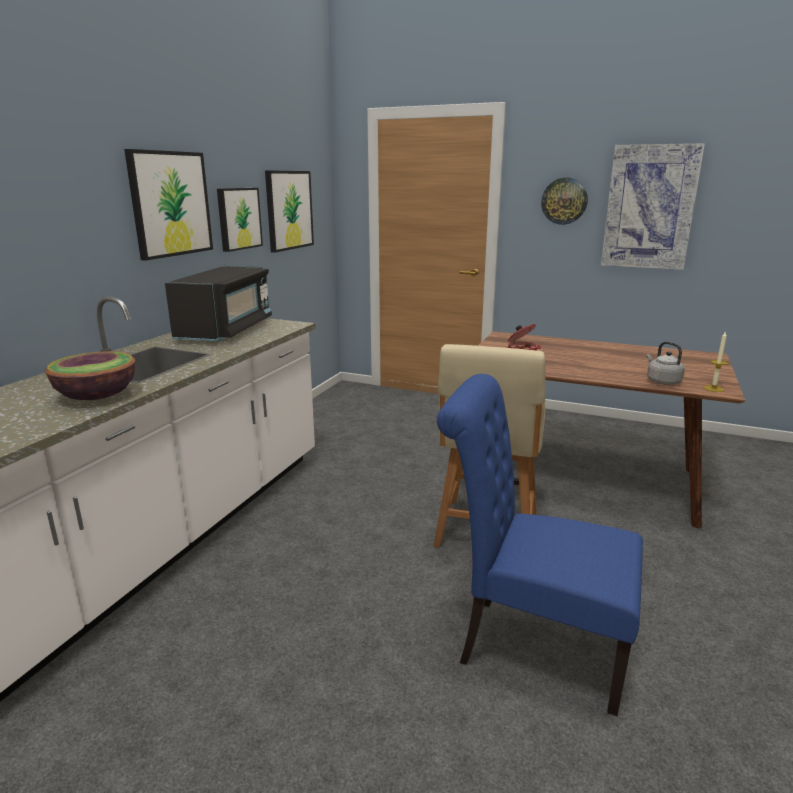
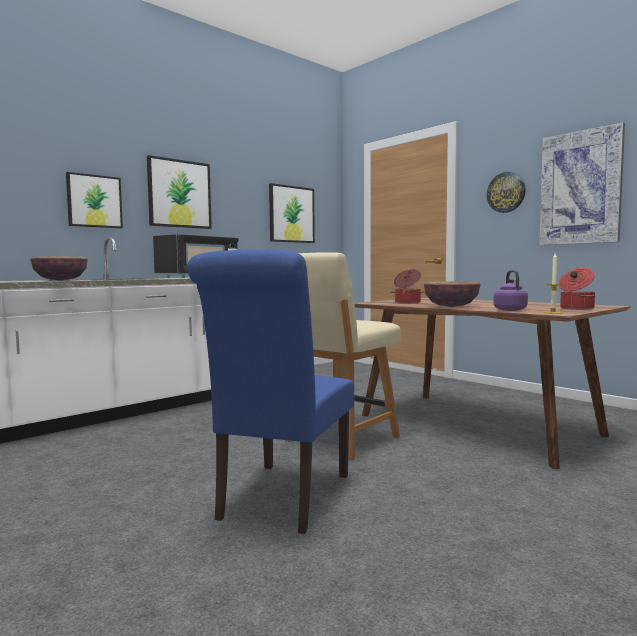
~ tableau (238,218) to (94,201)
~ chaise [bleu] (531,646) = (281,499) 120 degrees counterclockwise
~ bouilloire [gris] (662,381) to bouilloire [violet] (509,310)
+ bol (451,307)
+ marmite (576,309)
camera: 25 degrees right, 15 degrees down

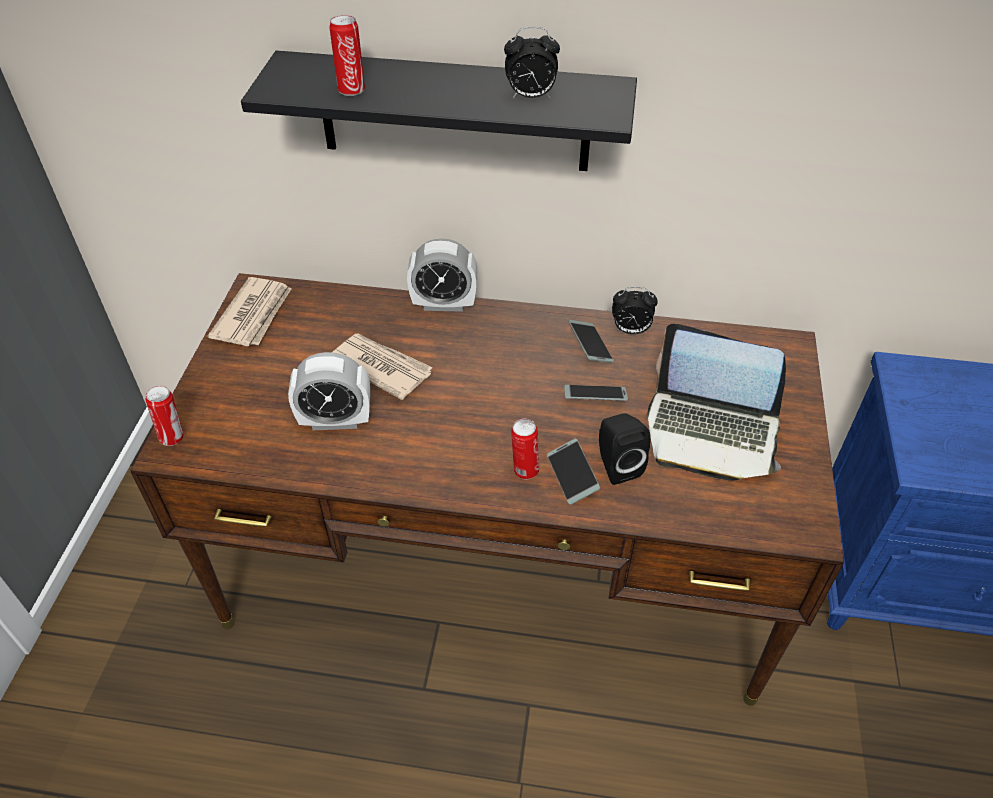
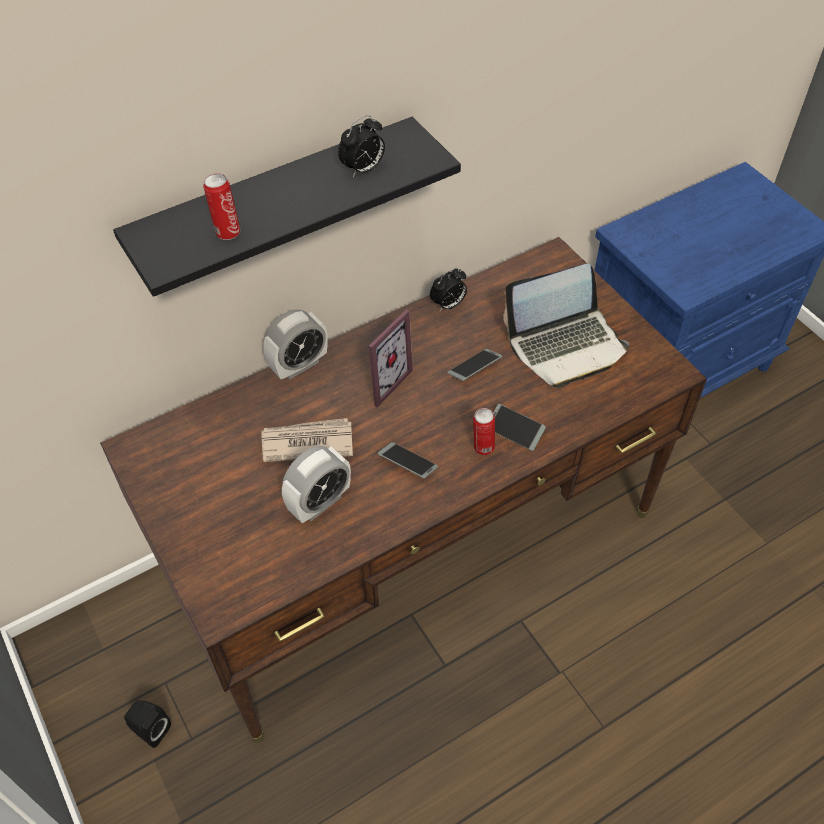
- boîte métallique (173,437)
- journal (254,315)
~ téléphone (590,346) to (407,463)
~ enceinte [noir] (616,465) to (150,730)
+ cadre photo (381,381)
camera: 40 degrees left, 5 degrees up

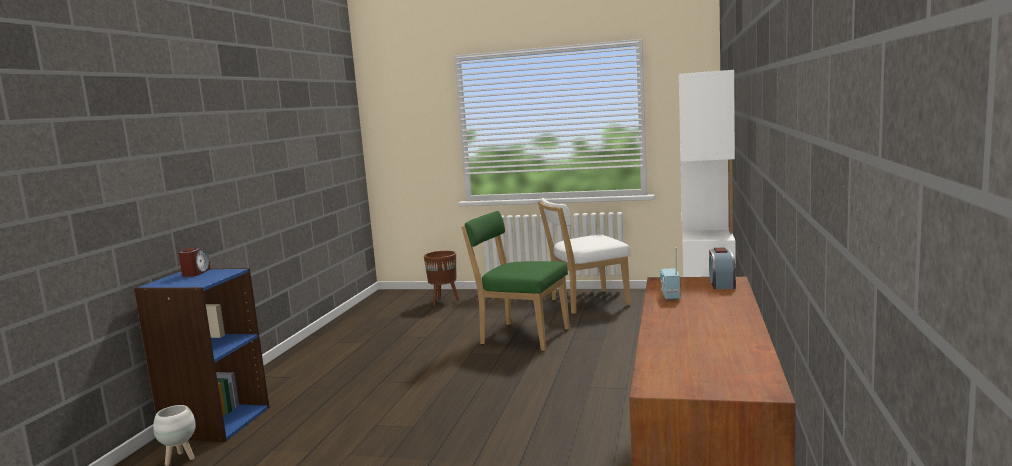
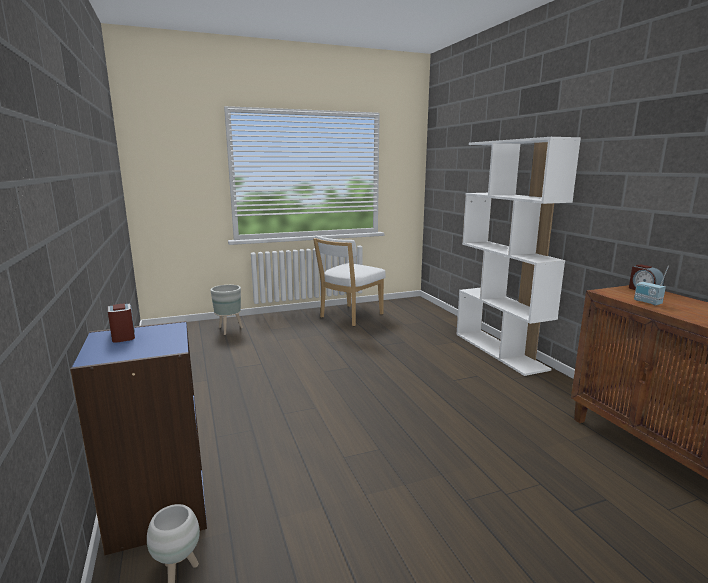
~ cache-pot [marron] (444,301) to cache-pot [gris] (229,329)
- chaise [vert] (521,336)
camera: 35 degrees left, 5 degrees up

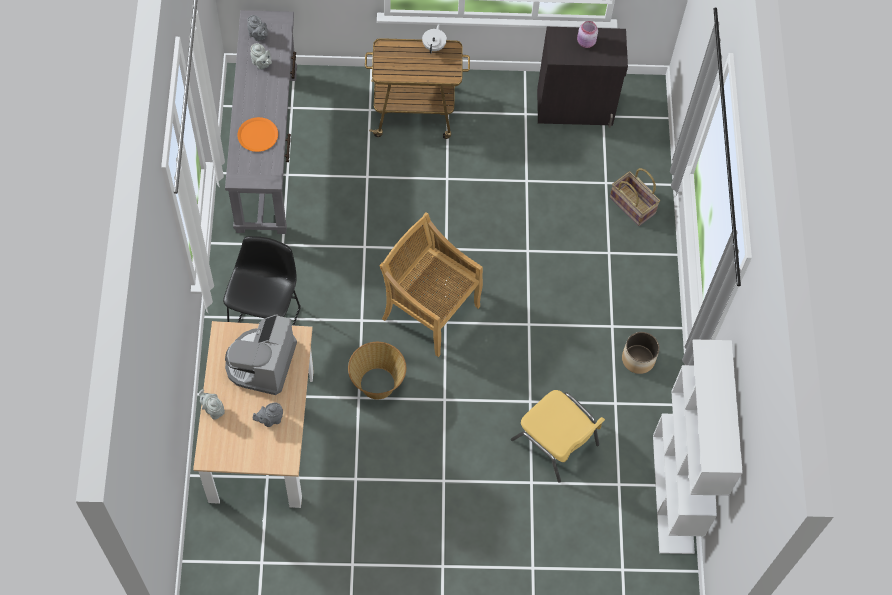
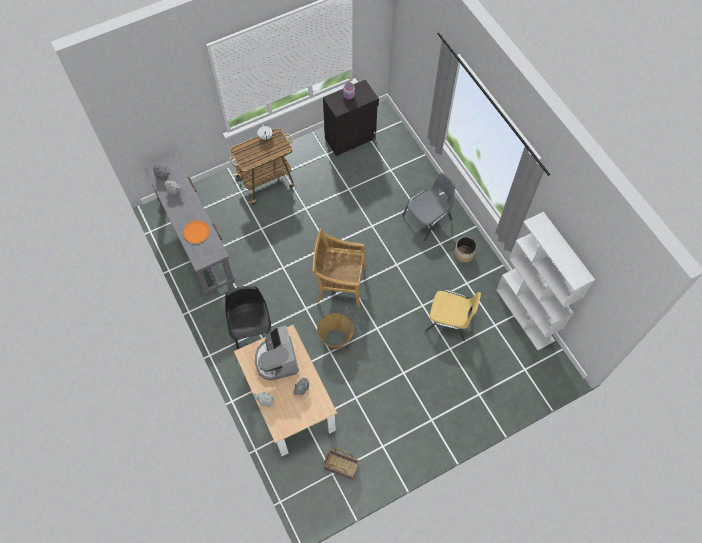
~ panier (633,205) to (341,466)
+ chaise [gris] (428,218)
camera: 25 degrees left, 0 degrees up

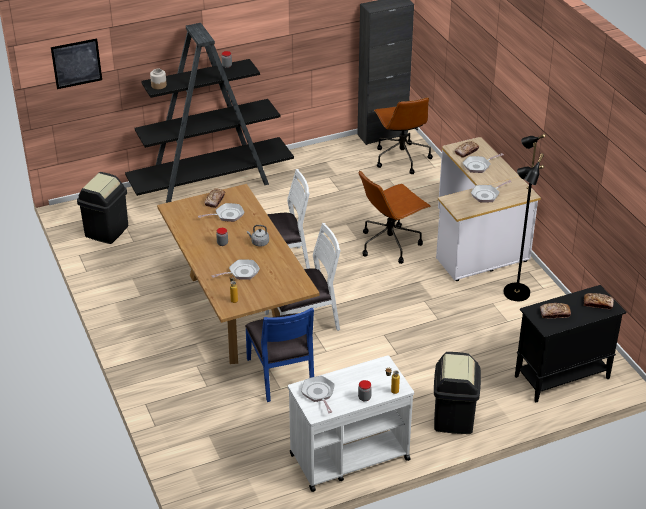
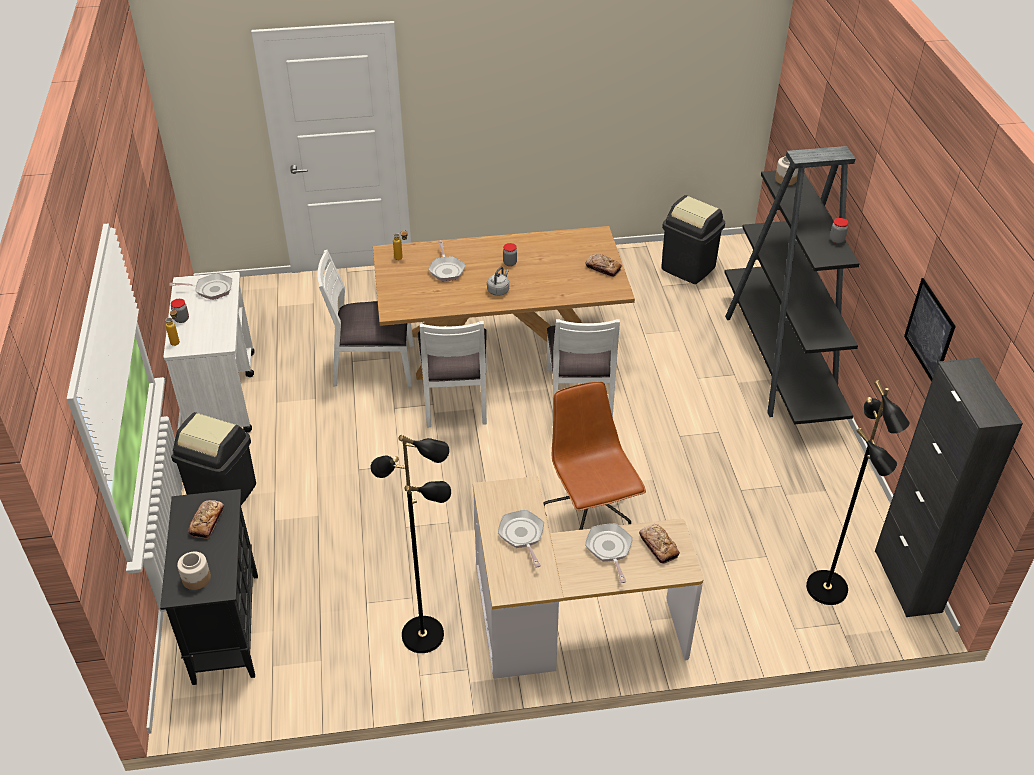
~ tableau (76,63) to (929,331)
- poêle (227,215)
~ chaise [bleu] (282,375) to chaise [blanc] (373,366)
~ chaise de bureau [marron] (401,158) to lampadaire [noir] (828,588)
~ pain (598,303) to bocal (196,579)
camera: 105 degrees right, 5 degrees up

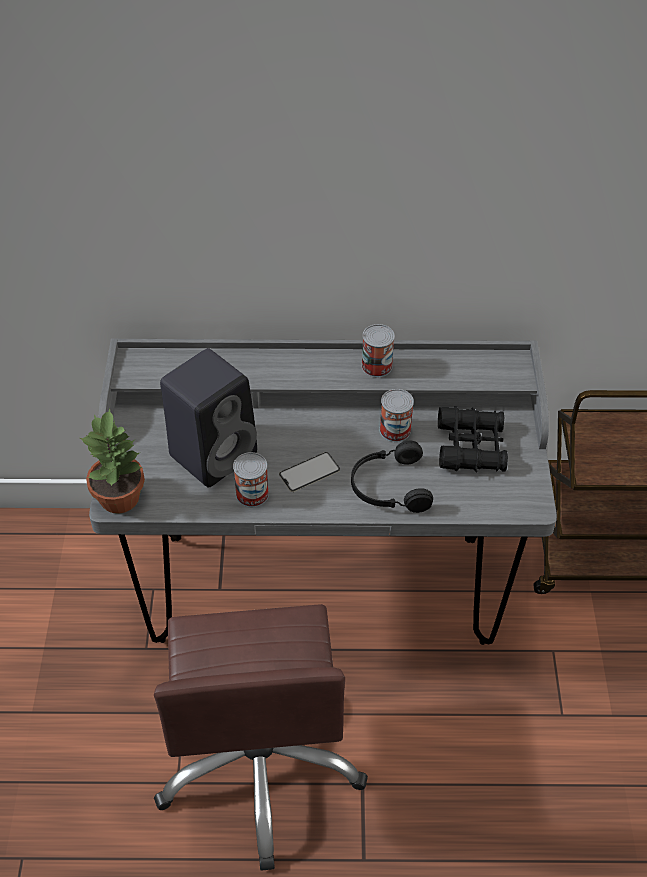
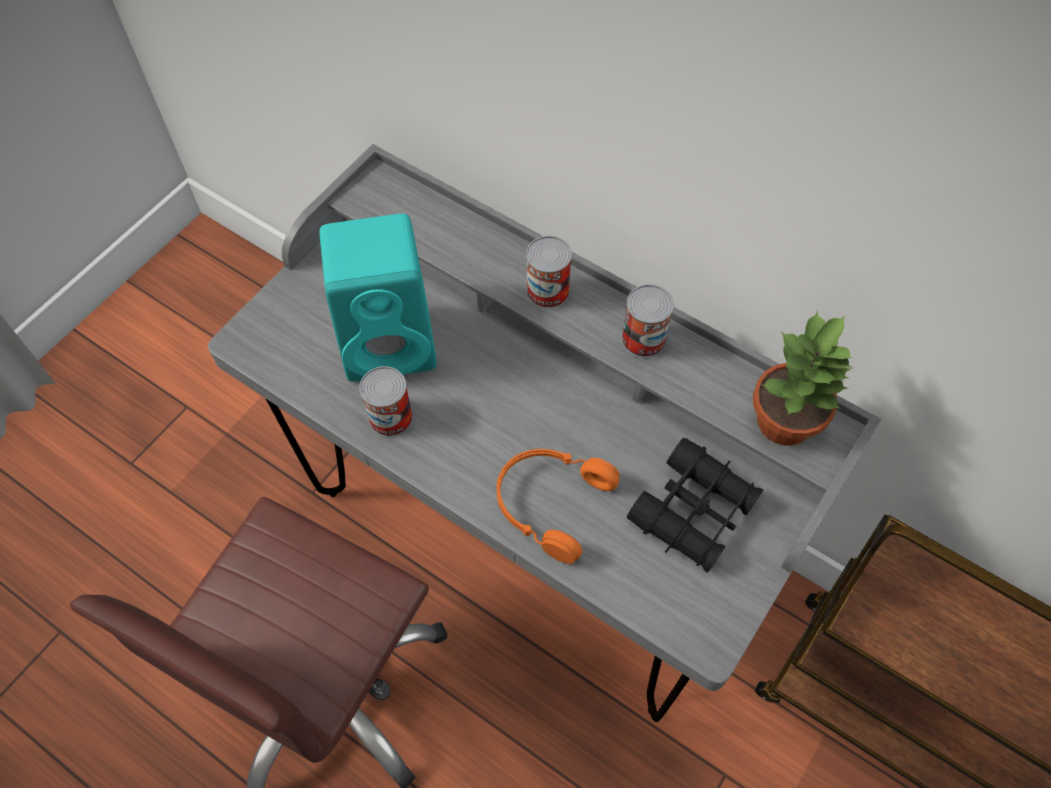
~ plante en pot (121,497) to (786,421)
~ enceinte [noir] (215,452) to enceinte [turquoise] (392,342)
- téléphone (309,472)
~ casque audio [noir] (389,487) to casque audio [orange] (550,503)
~ boîte métallique (395,430) to (547,290)
camera: 35 degrees right, 10 degrees up

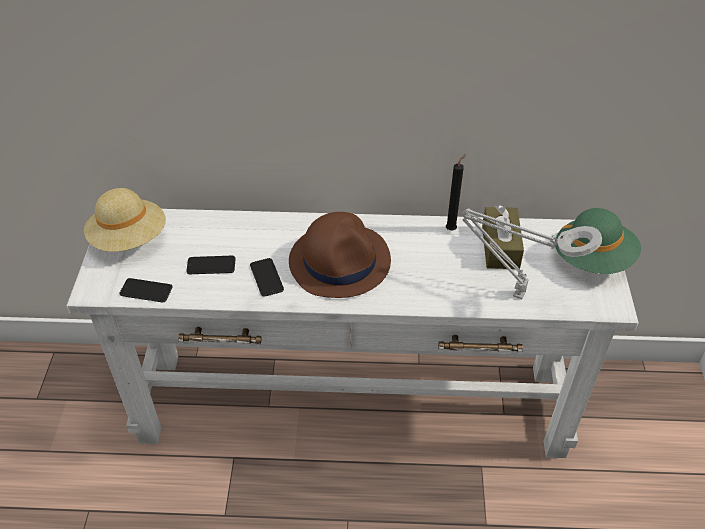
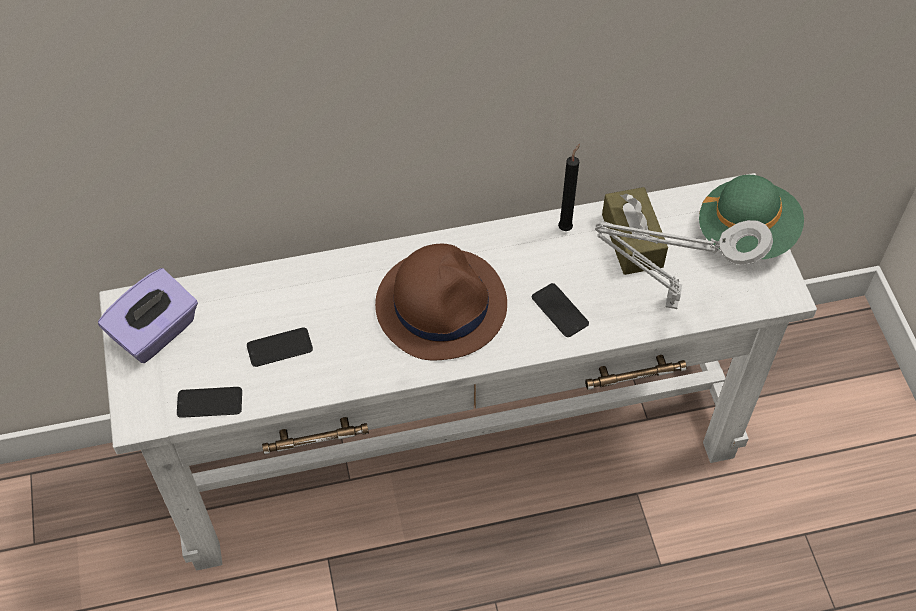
~ chapeau [beige] (129,239) to boîte à mouchoirs [violet] (156,332)
~ téléphone (266,278) to (559,311)
camera: 15 degrees left, 10 degrees up

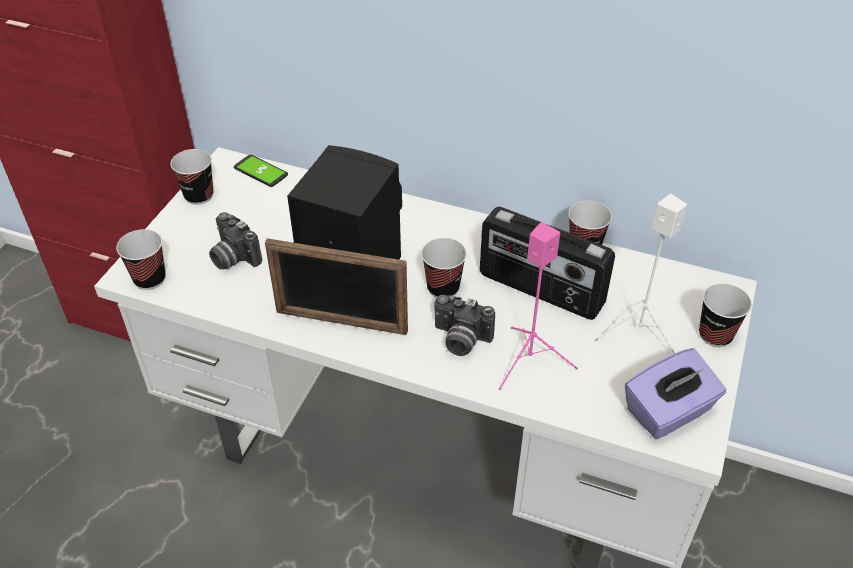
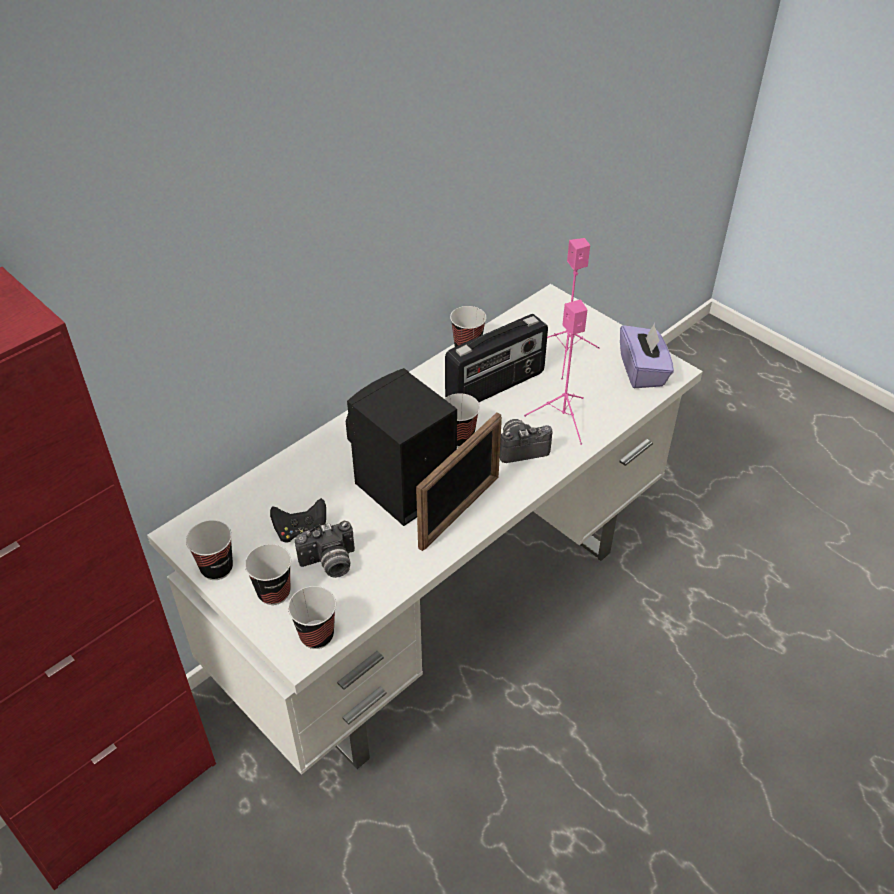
- téléphone (260,172)
~ appareil photo (460,340) = (521,448) 150 degrees counterclockwise
~ enceinte [blanc] (637,333) to enceinte [rose] (566,356)
~ tasse (715,335) to (274,592)
+ manette [noir] (301,531)
camera: 65 degrees left, 0 degrees up

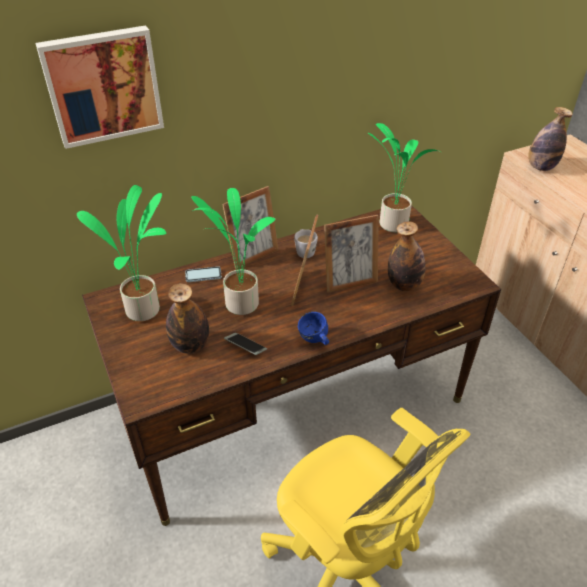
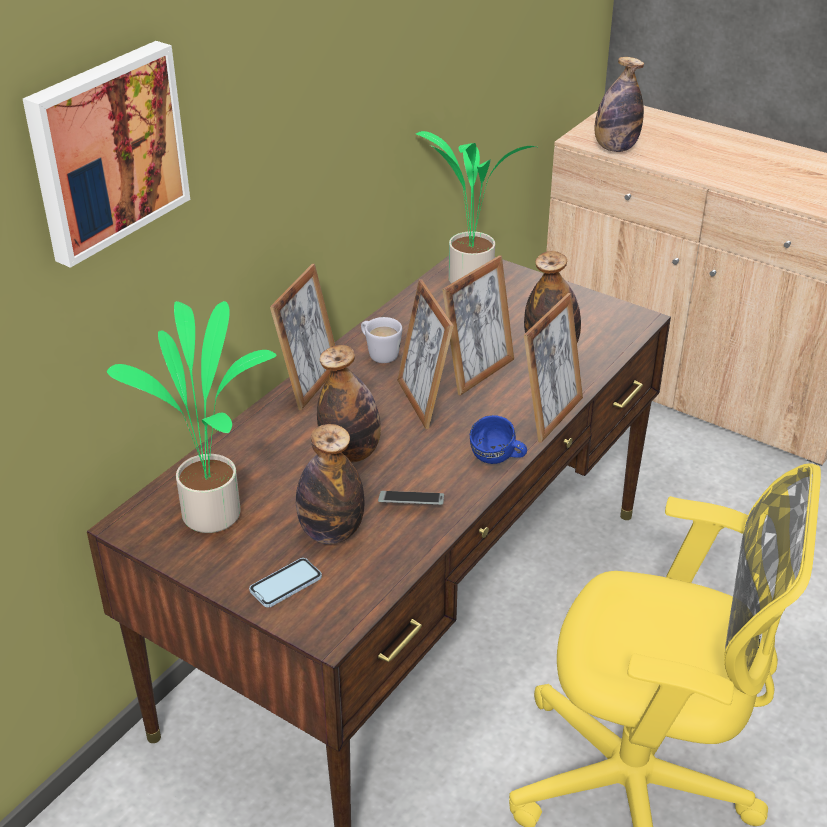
~ téléphone (203,275) to (286,584)
~ plante en pot (240,303) to bouteille (350,452)
+ cadre photo (550,415)
camera: 30 degrees left, 5 degrees down

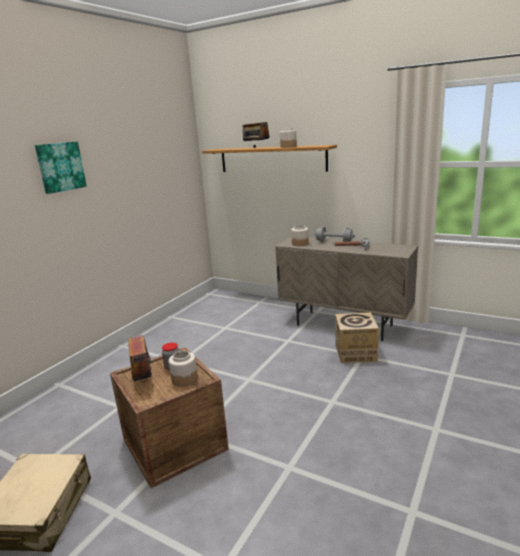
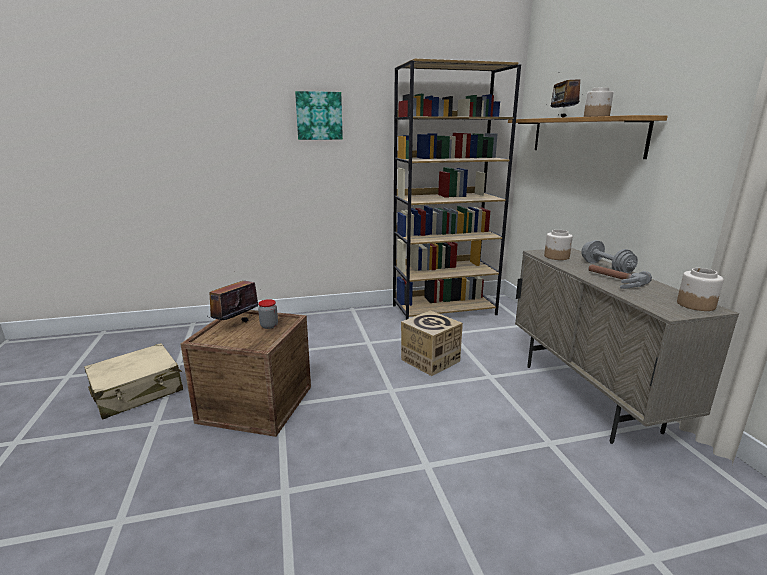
~ bocal (184,379) to (695,305)
~ carton (355,353) to (430,360)
+ bibliothèque [marron] (444,310)
camera: 45 degrees right, 0 degrees up

